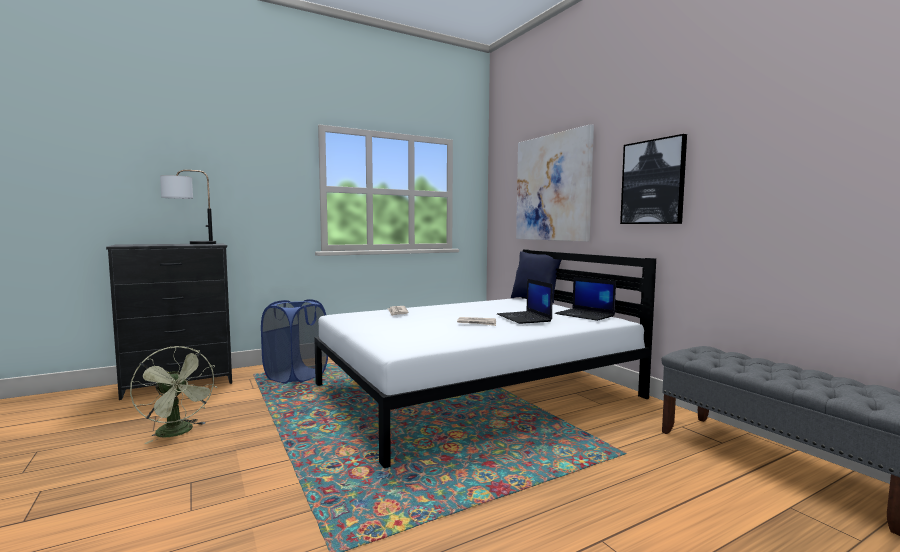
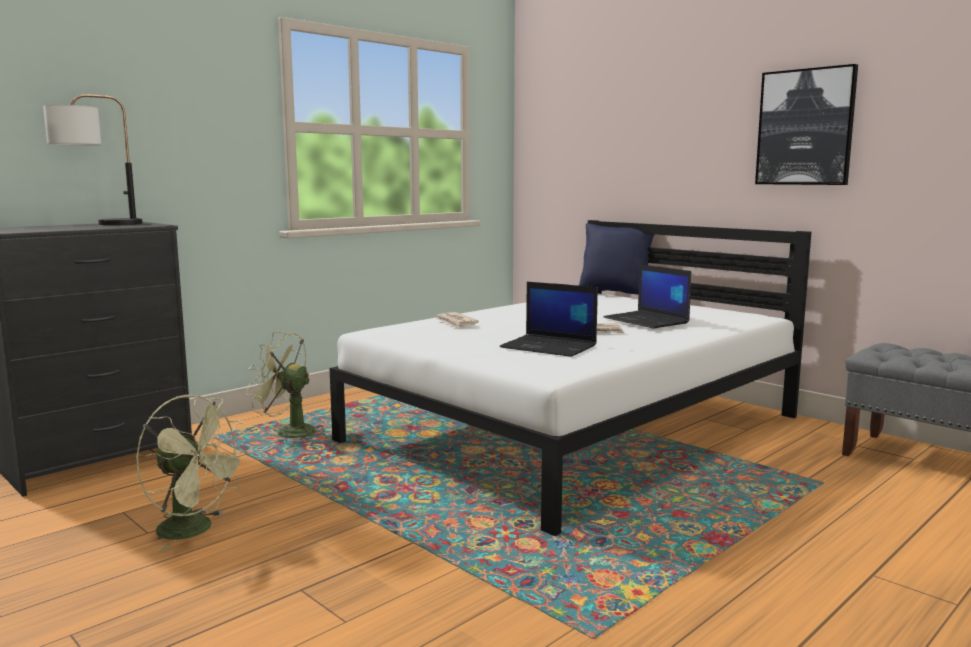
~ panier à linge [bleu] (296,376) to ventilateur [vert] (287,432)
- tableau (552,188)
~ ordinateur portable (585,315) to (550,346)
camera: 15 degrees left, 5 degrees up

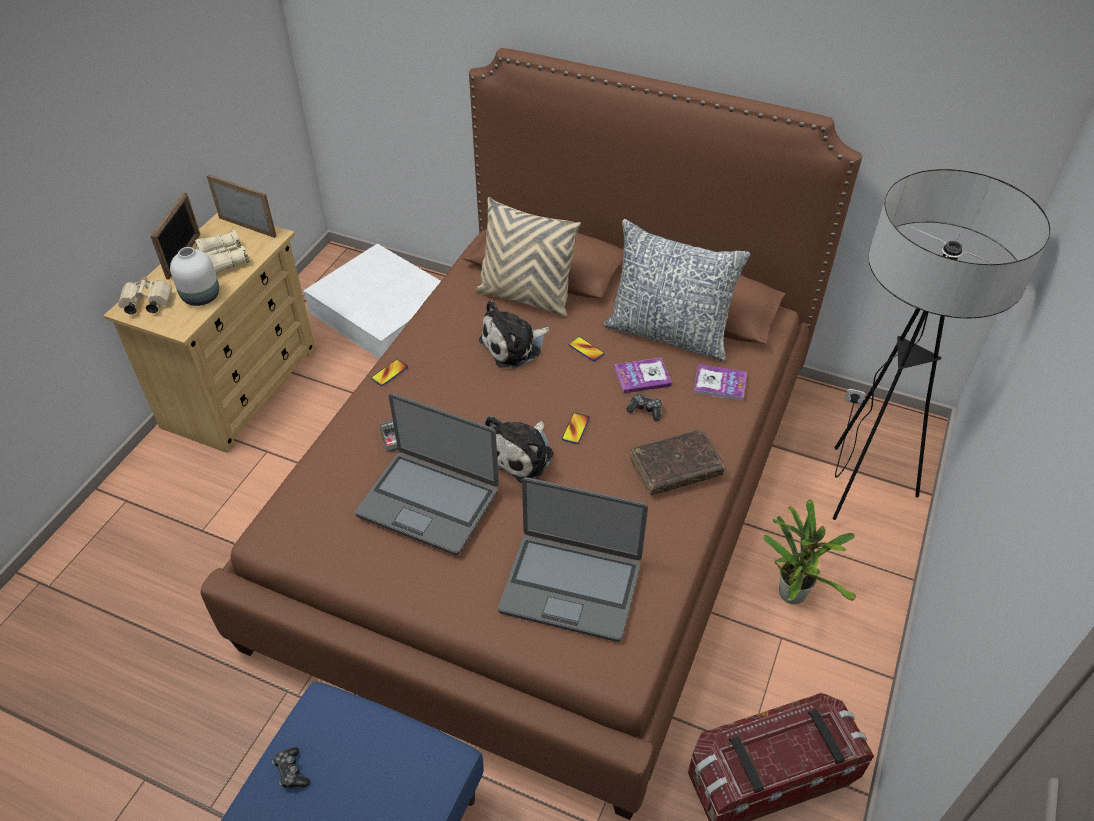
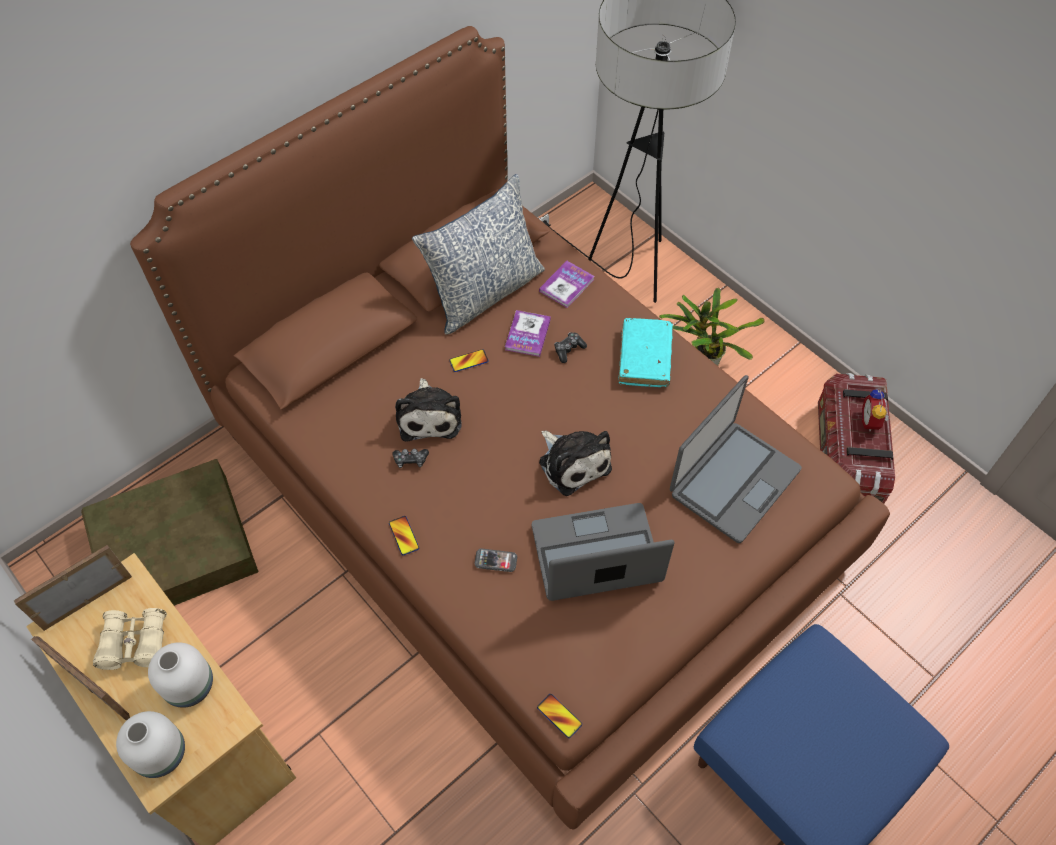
~ jumelles [beige] (145,304) to vase [blanc] (161,755)
~ manette (291,772) to (410,460)
~ boîte de rangement [blanc] (382,311) to boîte de rangement [marron] (175,548)
~ ordinateur portable (429,502) = (596,555) 150 degrees counterclockwise
- coussin [beige] (525,297)
~ téléphone (575,429) to (559,716)
~ livre [marron] (675,469) to livre [turquoise] (645,358)
+ réveil (871,421)
camera: 65 degrees left, 10 degrees up

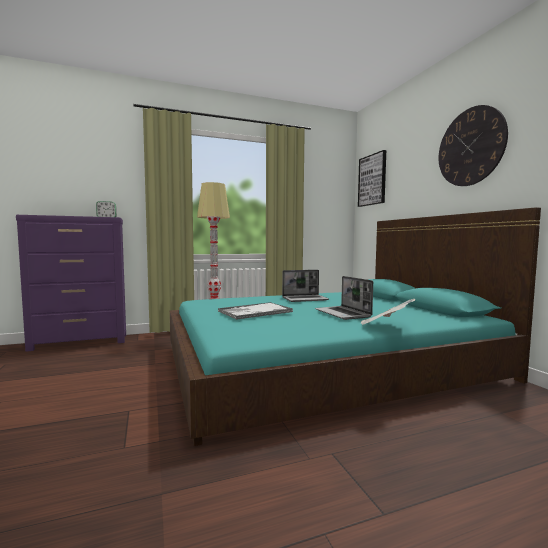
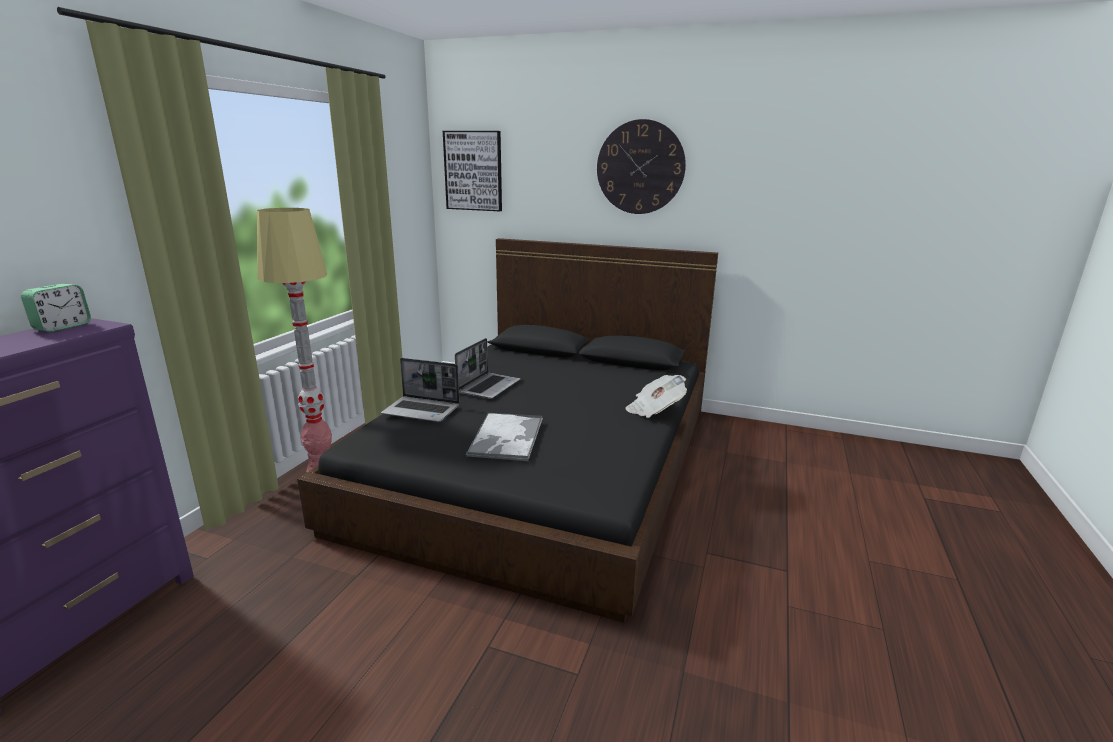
~ lit [turquoise] (325,362) to lit [noir] (544,462)
~ ordinateur portable (343,314) to (422,410)
camera: 50 degrees left, 15 degrees up

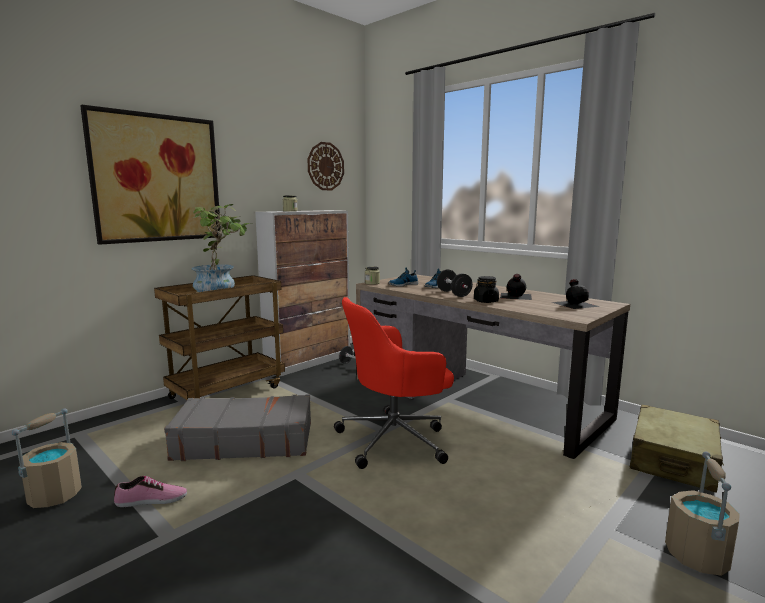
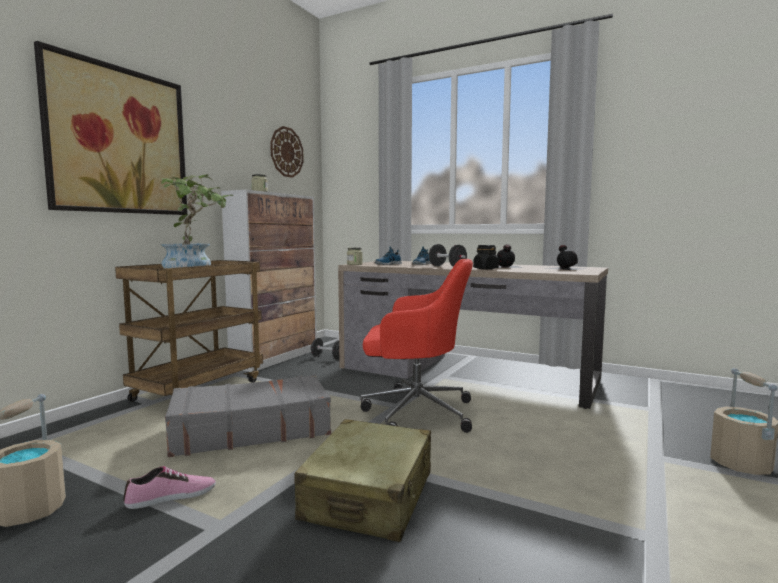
~ chaise de bureau [rouge] (395,439) = (415,411) 135 degrees counterclockwise
~ valise [beige] (673,460) to (369,496)
camera: 15 degrees left, 5 degrees down

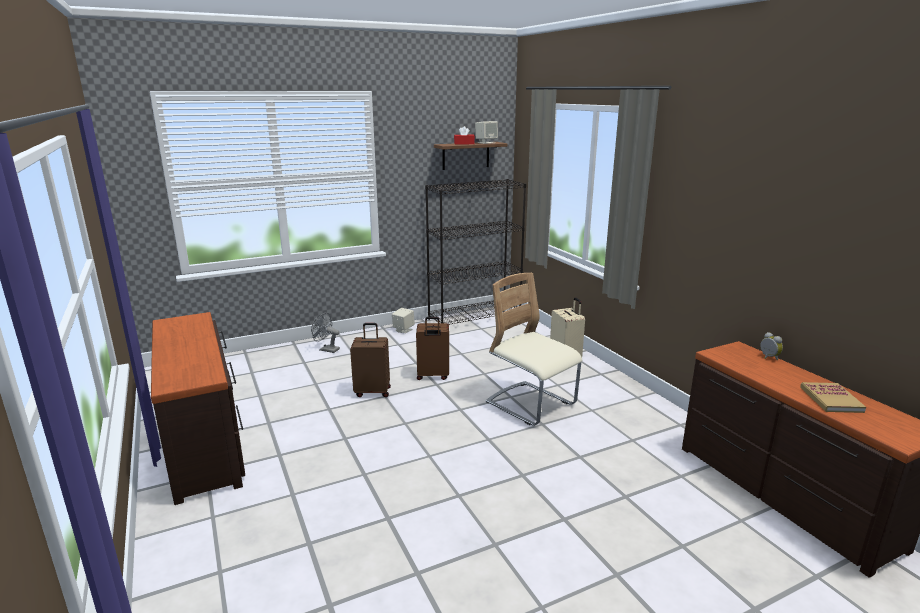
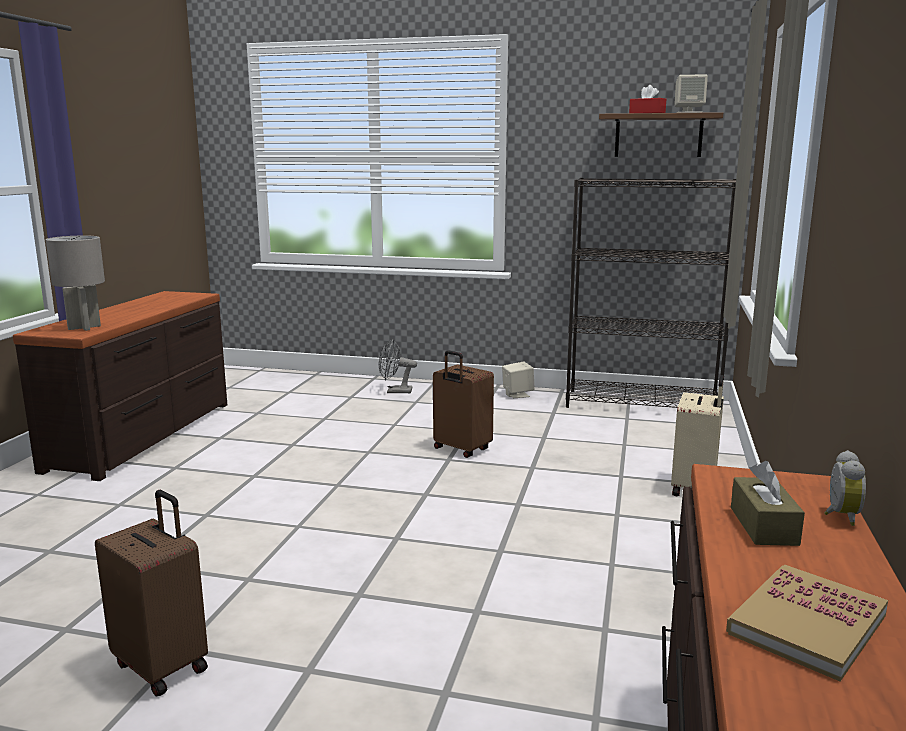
~ ventilateur [gris] (326,349) = (395,391) 60 degrees counterclockwise
~ valise [marron] (373,391) to (163,665)
- chaise [beige] (531,404)
+ lampe de table [gris] (85,327)
+ boîte à mouchoirs [marron] (763,526)
camera: 40 degrees right, 5 degrees down

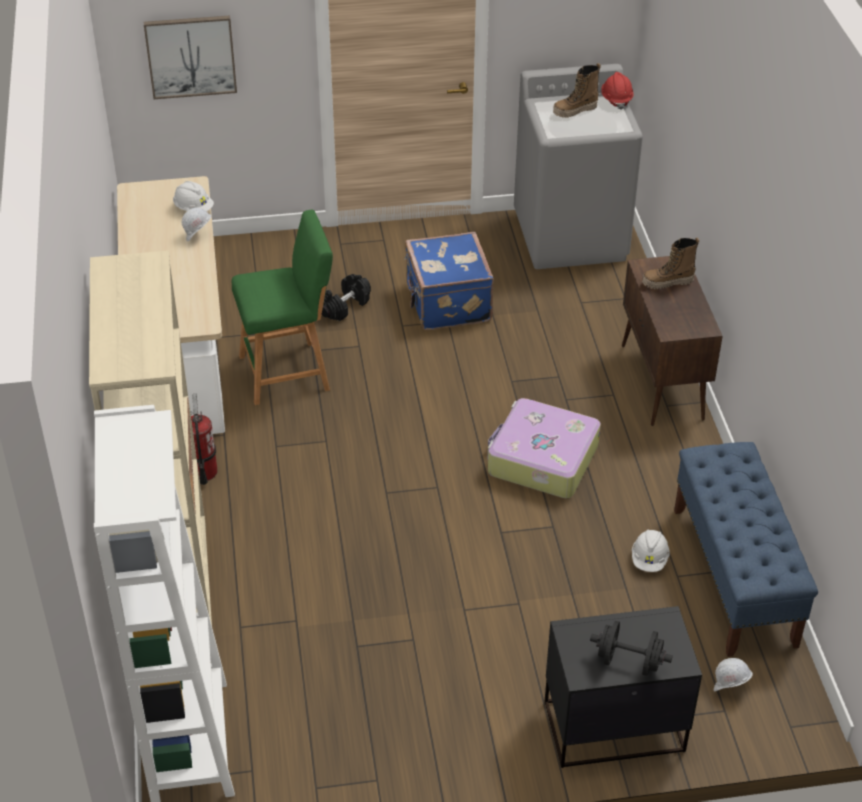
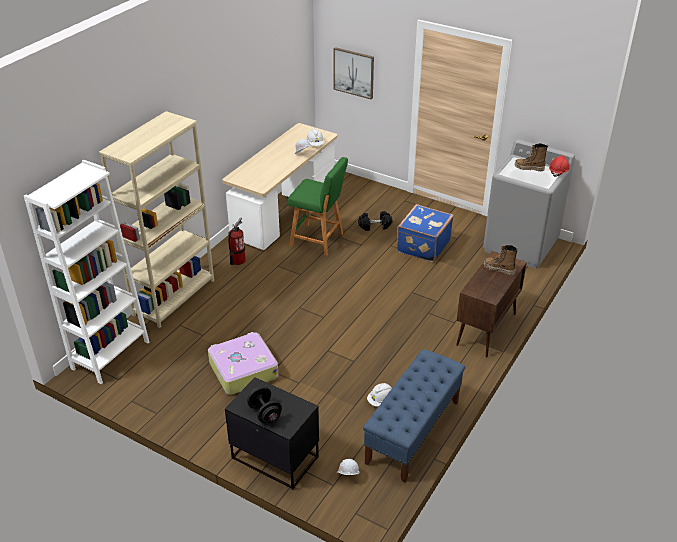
~ valise (541,460) to (242,370)
camera: 40 degrees right, 5 degrees down

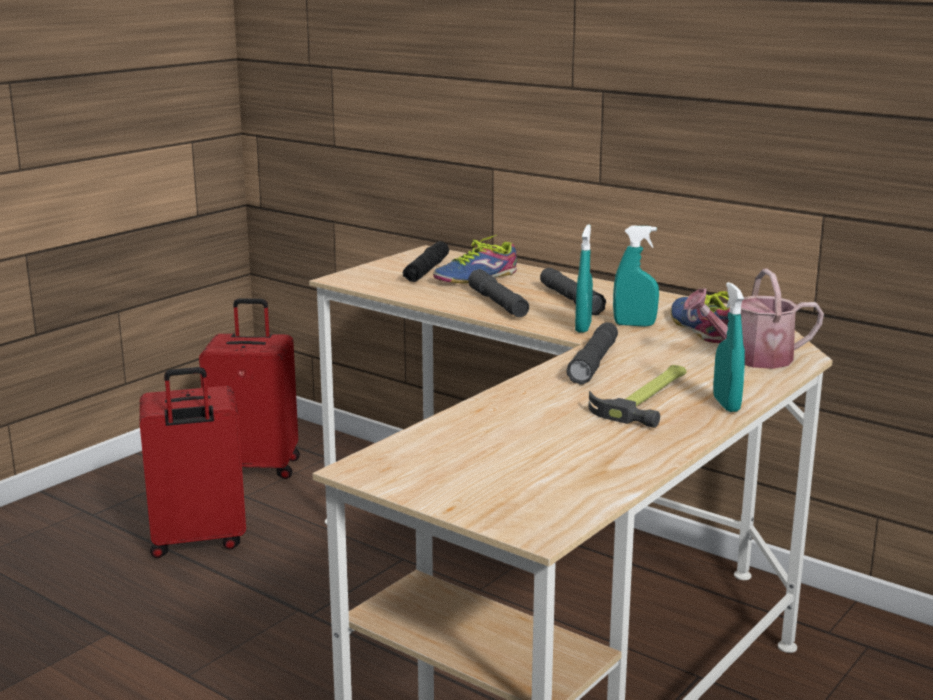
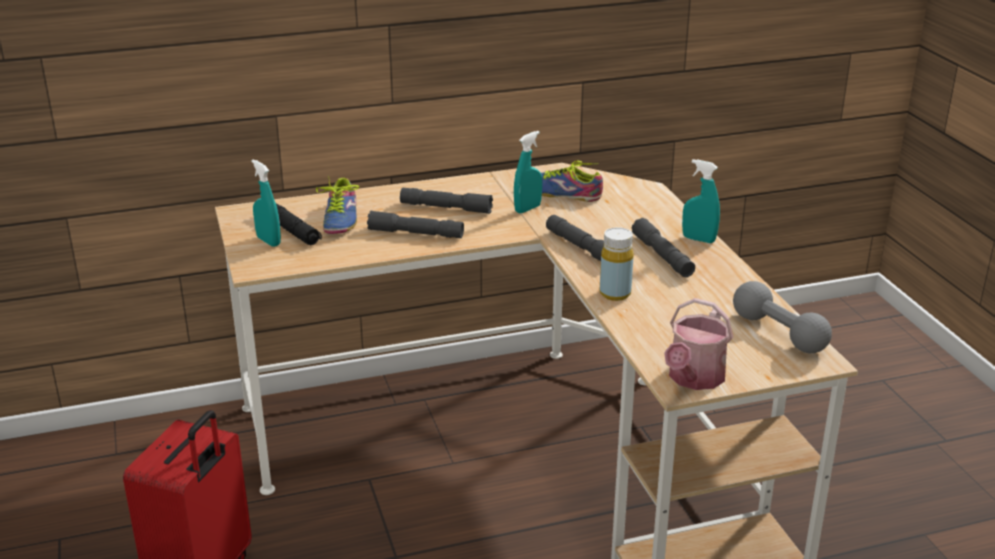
- valise [rouge] (256,466)
~ vaporisateur [turquoise] (583,327) to (268,241)
~ marteau (648,397) to lampe de poche [gris] (662,256)
~ arrosoir (751,358) to (693,378)
+ bouteille [jaune] (615,293)
+ haltère [gris] (778,333)
camera: 55 degrees left, 10 degrees up

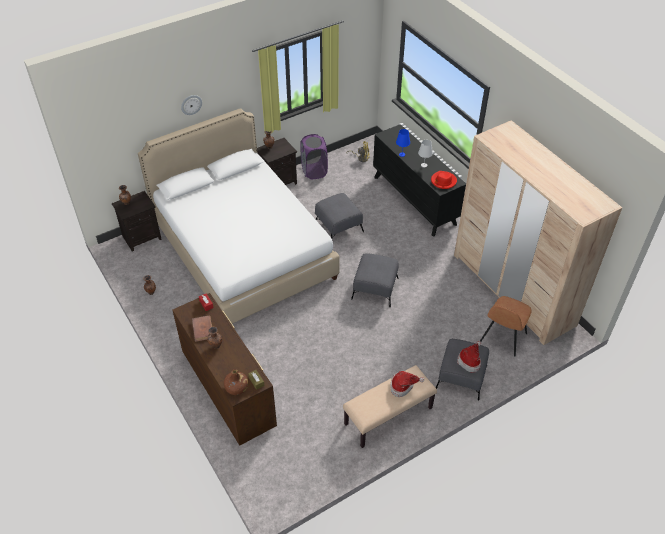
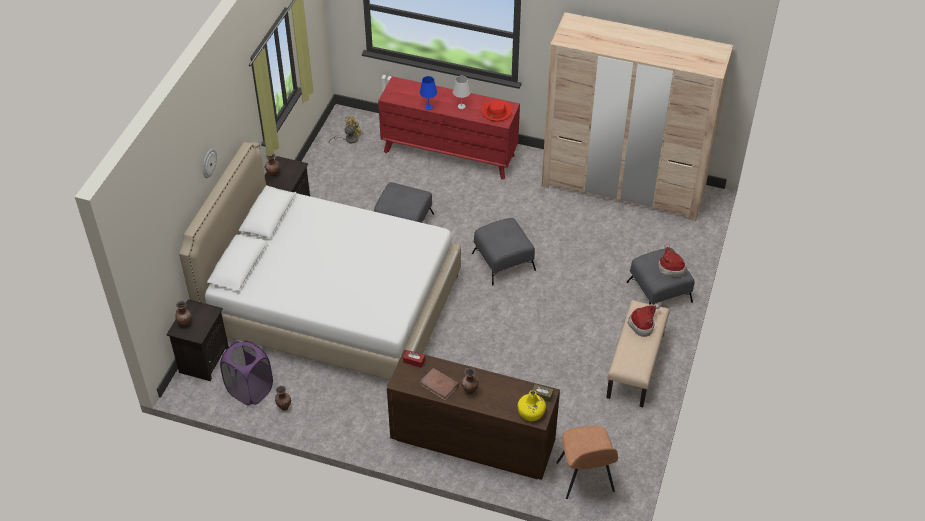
~ bouteille [marron] (236,388) to bouteille [jaune] (531,413)
~ panier à linge [violet] (314,171) to (250,390)
~ commode [noir] (414,200) to commode [rouge] (449,153)
~ chaise [marron] (502,338) to (585,478)
camera: 40 degrees left, 0 degrees up

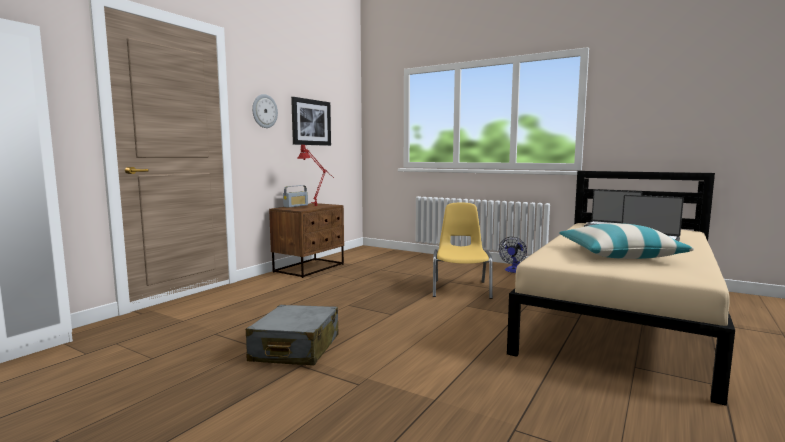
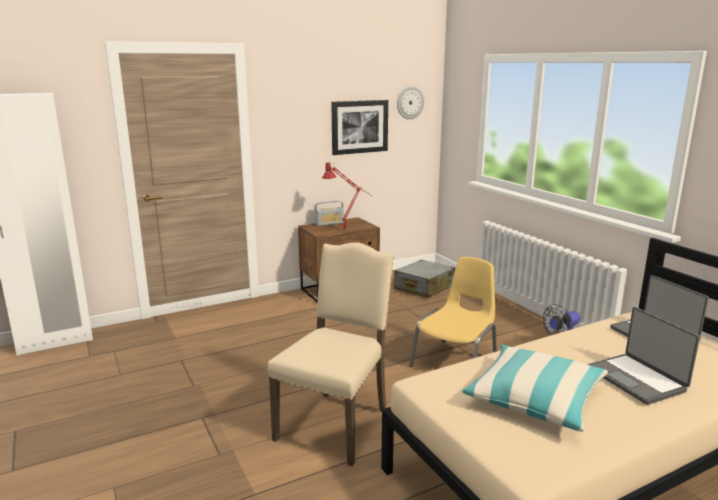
~ valise [gris] (295,348) to (424,288)
~ horloge murale (264,111) to (410,102)
+ chaise [beige] (336,423)
camera: 30 degrees right, 10 degrees up

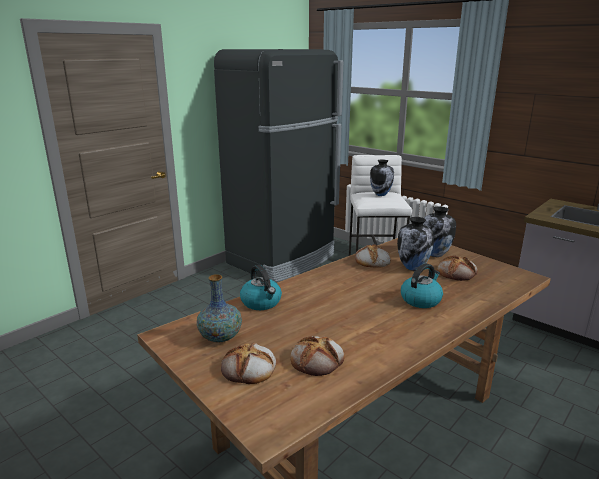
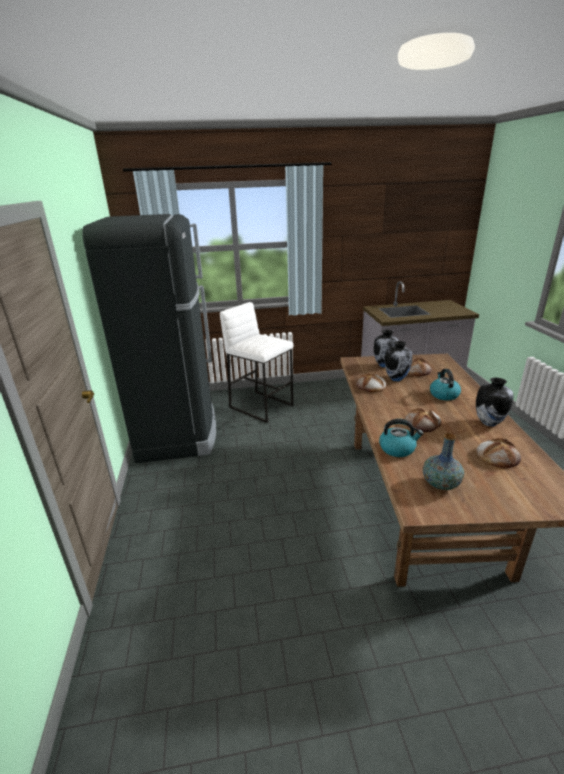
~ pain (249,368) to (422,423)
~ vase (381,194) to (488,422)
camera: 50 degrees left, 5 degrees up

